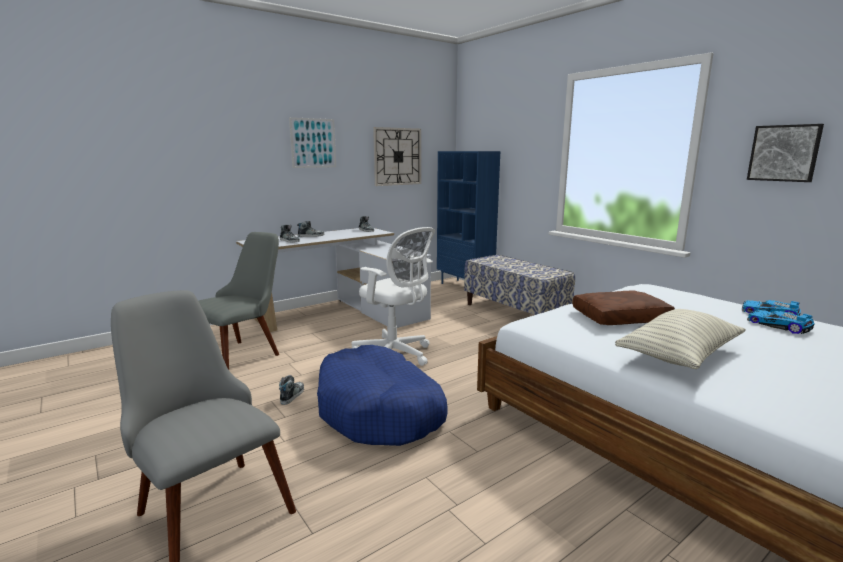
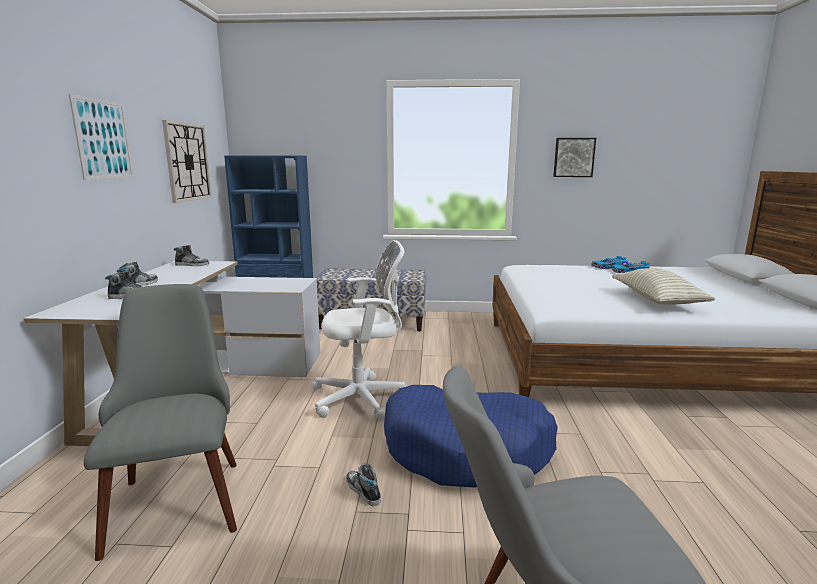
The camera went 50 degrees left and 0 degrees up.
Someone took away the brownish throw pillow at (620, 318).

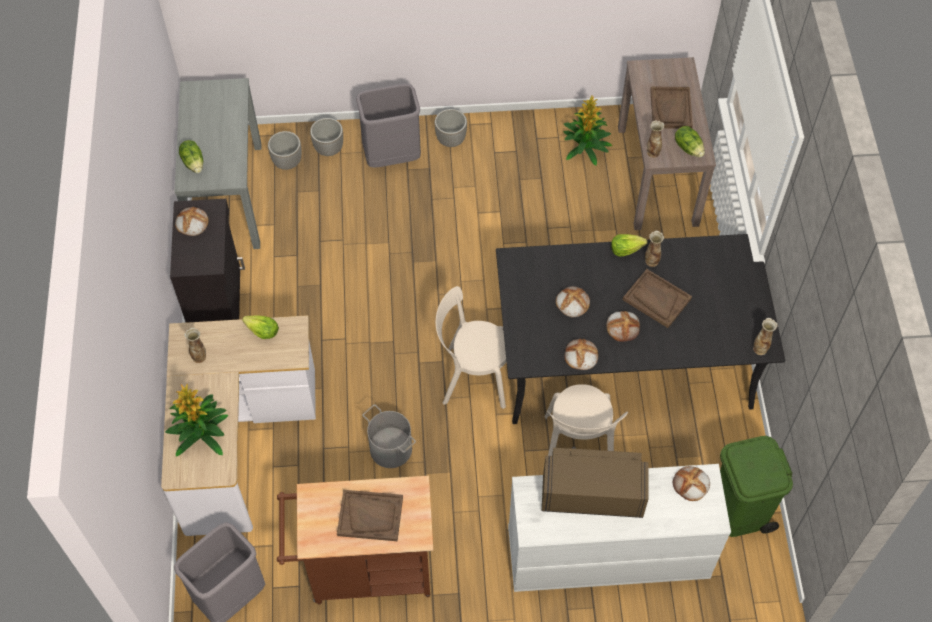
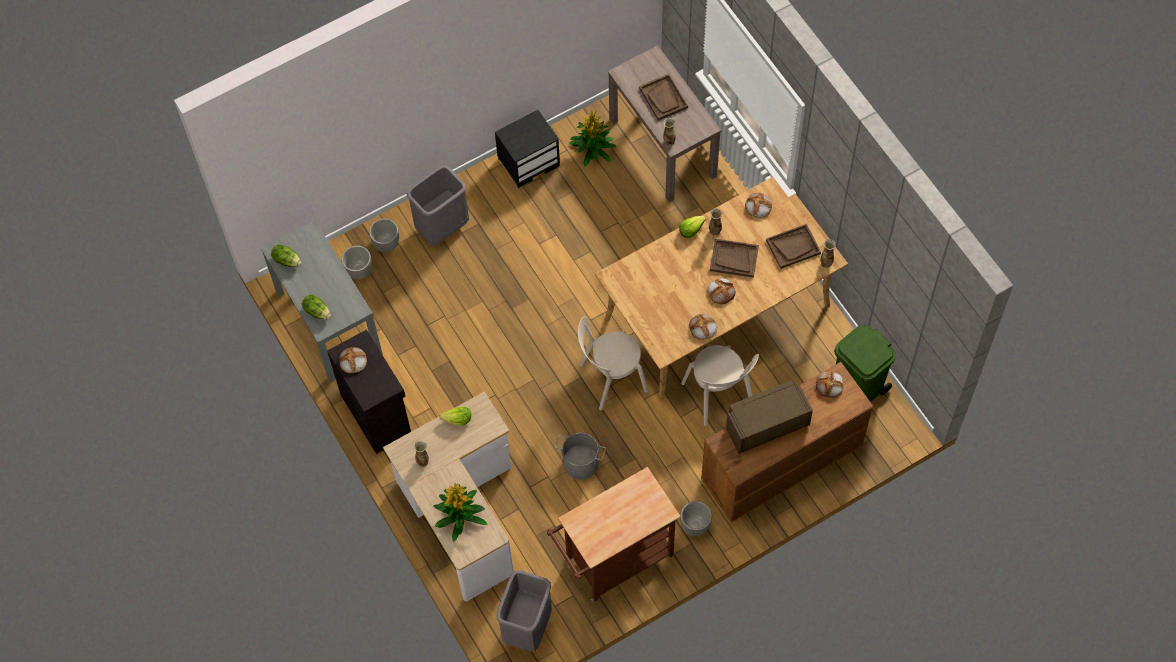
The camera went 25 degrees left and 5 degrees up.
Someone put down the black bedside table at (529, 161).
Someone carried the brownish serving tray from (370, 516) to (793, 247).
Someone carried the planter from (451, 140) to (695, 526).
Someone carried the bakery bread from (572, 303) to (758, 206).
Someone carried the lettuce head from (688, 148) to (287, 260).
Someone repainted the black dinner table at (624, 361), which became the sand-coloured dinner table at (717, 312).
Someone repainted the whitish chest of drawers at (606, 554), which became the brownish chest of drawers at (780, 464).

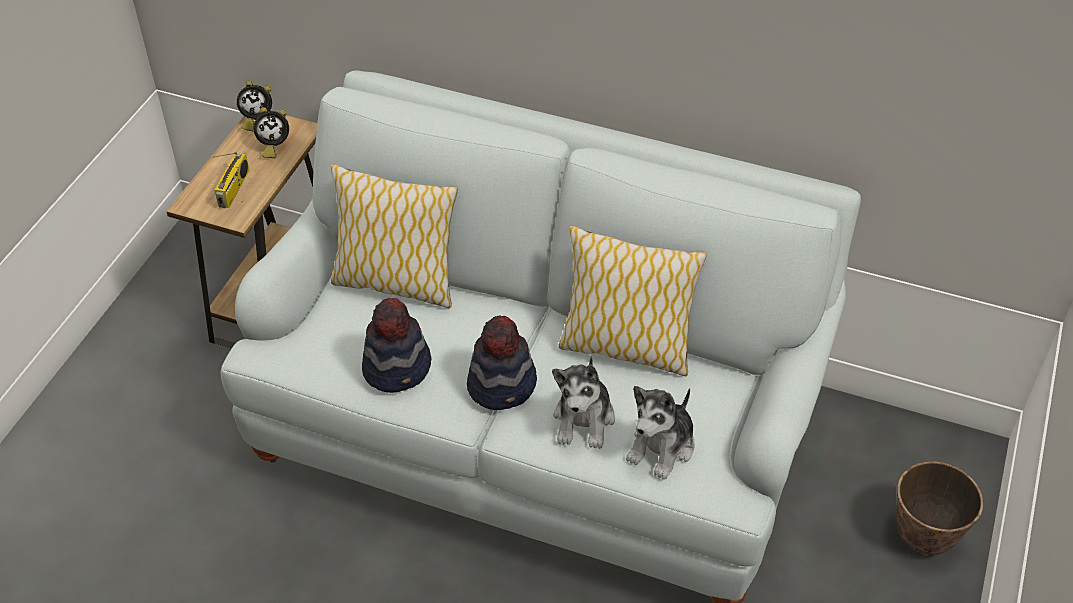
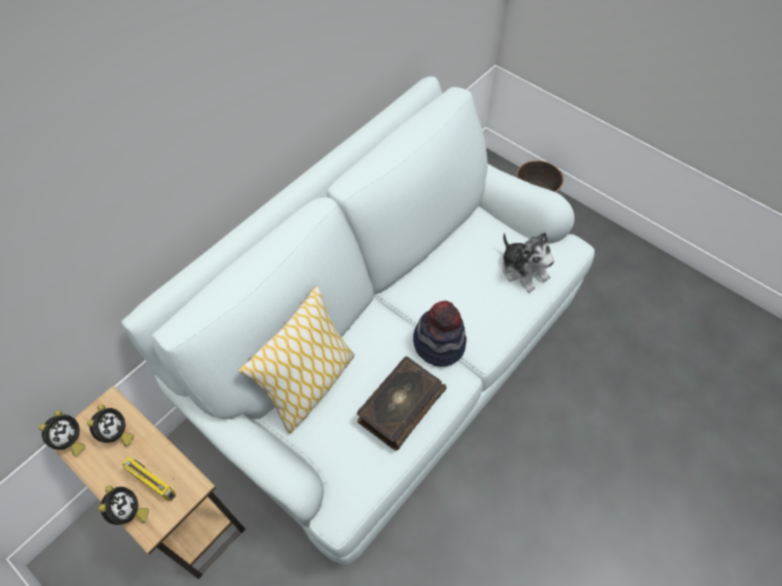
The camera went 70 degrees left and 10 degrees up.
Someone took away the plush toy at (584, 419).
Someone took away the throw pillow at (625, 347).
Someone put down the bedside clock at (128, 513).
Someone swapped the wearable hat at (398, 367) for the bound book at (400, 406).

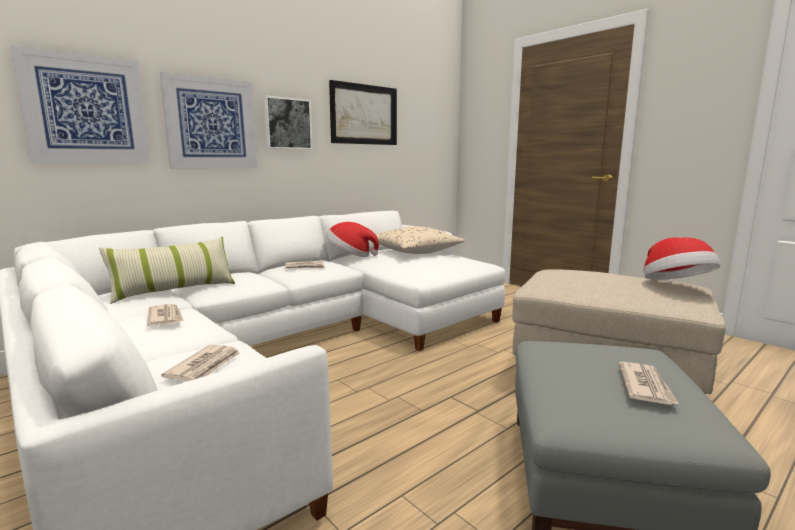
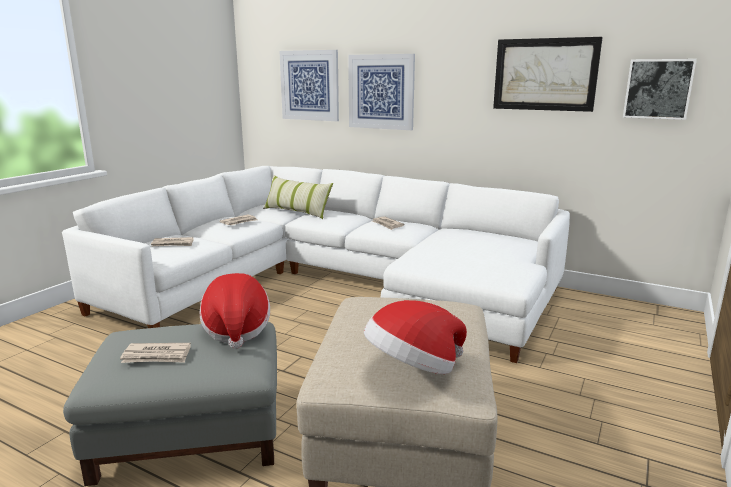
The camera went 70 degrees right and 5 degrees up.
Someone took away the sand-coloured throw pillow at (415, 252).
Someone carried the picture from (287, 124) to (658, 89).
Someone carried the wearable hat from (350, 255) to (236, 329).

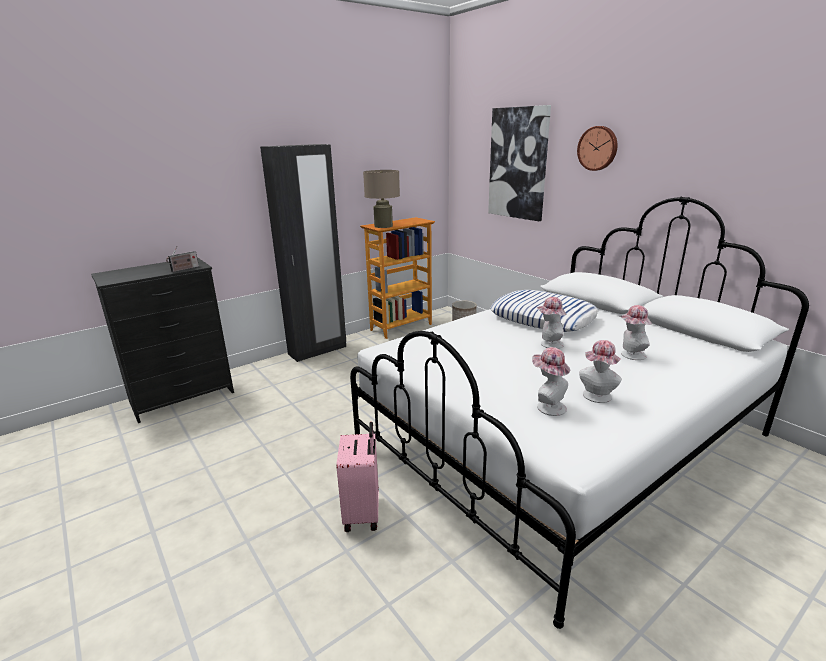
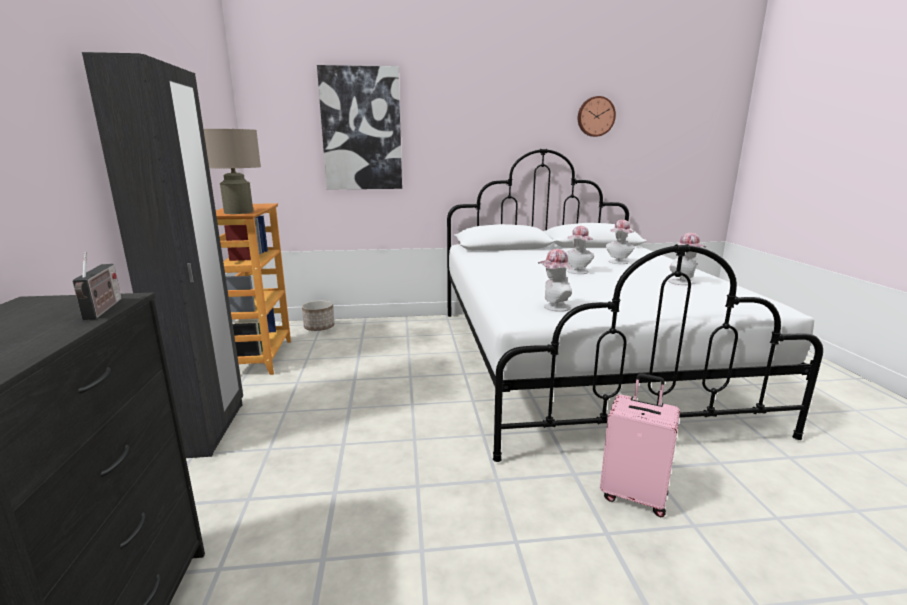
The camera went 60 degrees left and 5 degrees down.
Someone took away the throw pillow at (543, 318).
Someone carried the wearable hat from (547, 406) to (553, 307).
Someone carried the hanging clock from (598, 148) to (595, 116).

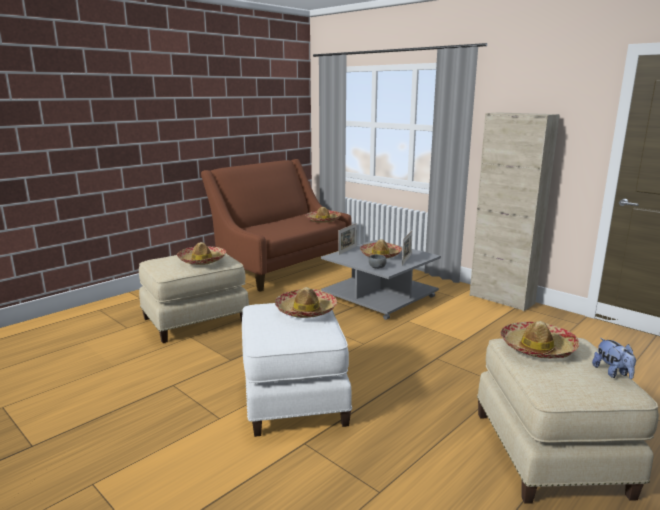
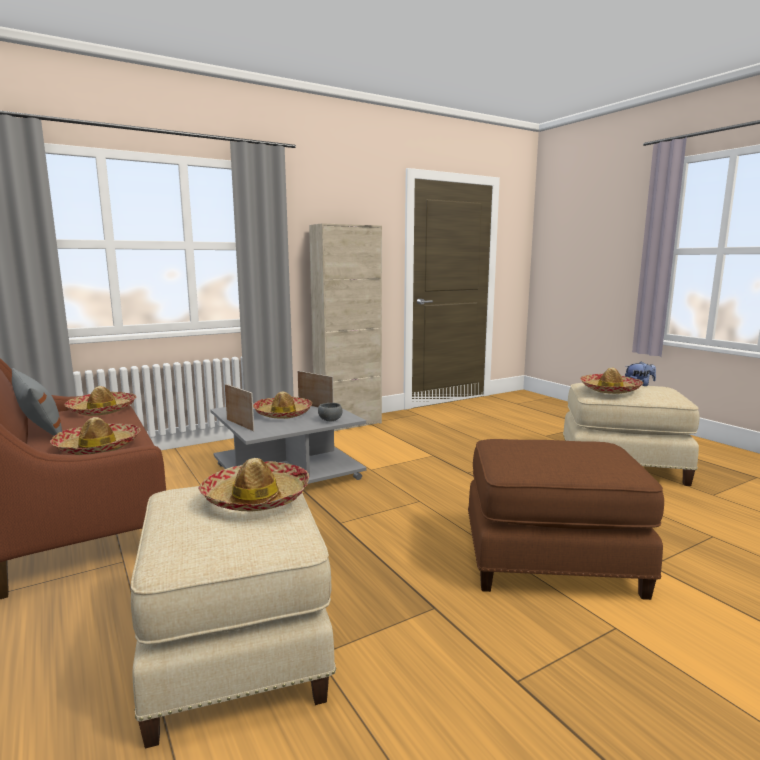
The camera went 75 degrees left and 5 degrees down.
Someone put down the greyish throw pillow at (39, 429).
Someone carried the wearable hat from (306, 310) to (98, 447).
Someone repainted the whitish footrest at (292, 397), which became the brownish footrest at (551, 562).

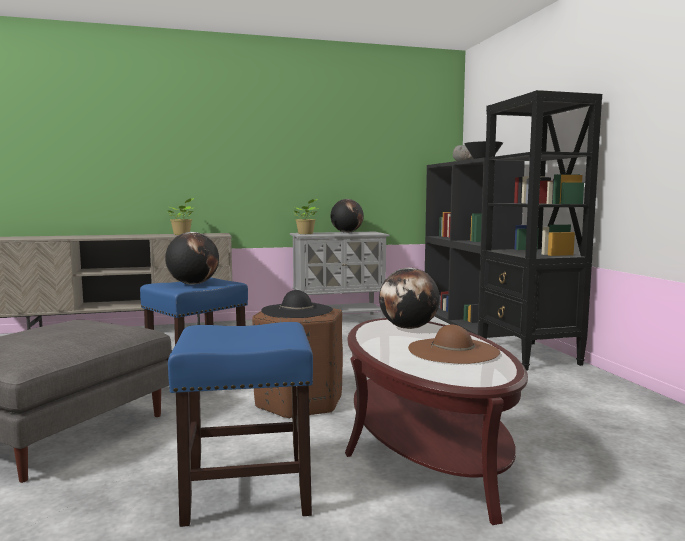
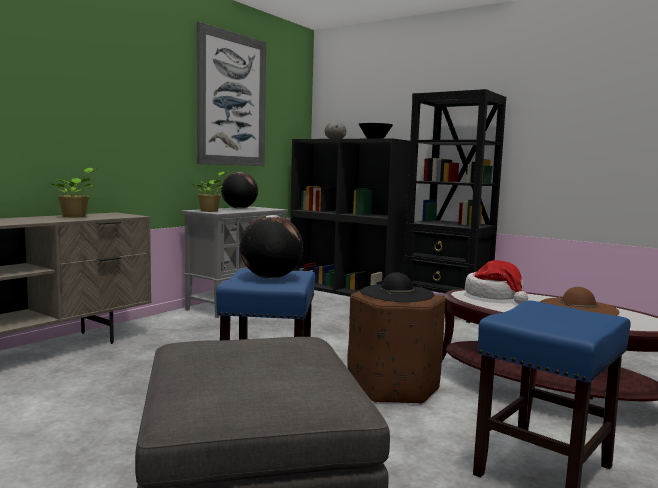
The camera went 40 degrees left and 0 degrees up.
Someone put up the picture at (232, 100).
Someone swapped the globe at (409, 328) for the wearable hat at (495, 296).

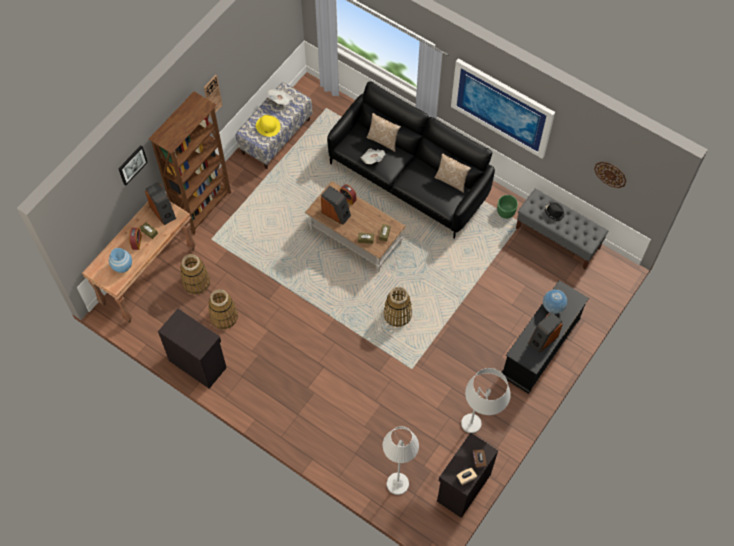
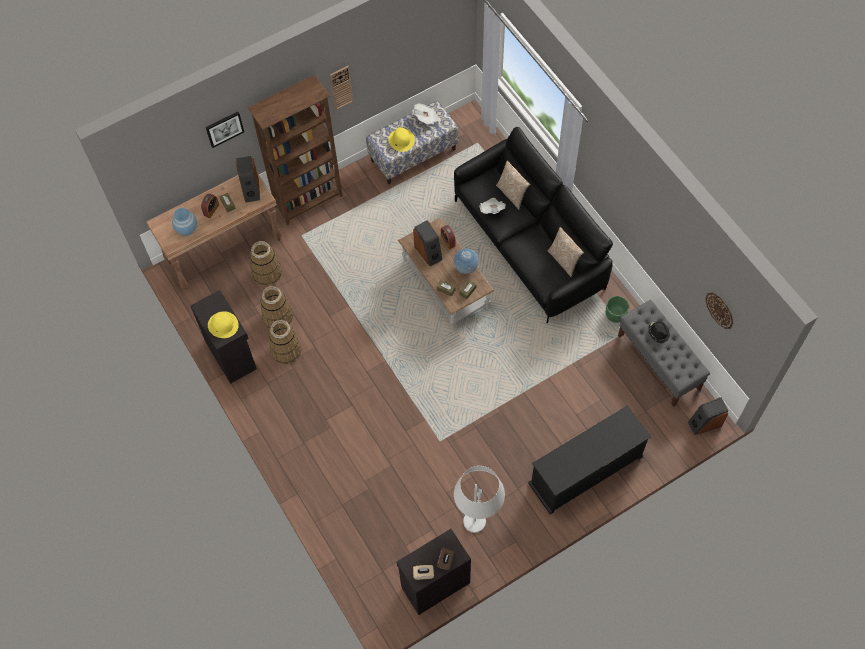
The camera went 25 degrees right and 0 degrees up.
Someone took away the whitish floor lamp at (397, 484).
Someone took away the picture at (502, 107).
Someone put down the yellow-coloured wearable hat at (223, 325).
Someone carried the storage basket from (397, 314) to (286, 350).
Someone carried the speaker from (542, 339) to (704, 423).
Someone carried the globe from (553, 307) to (465, 268).

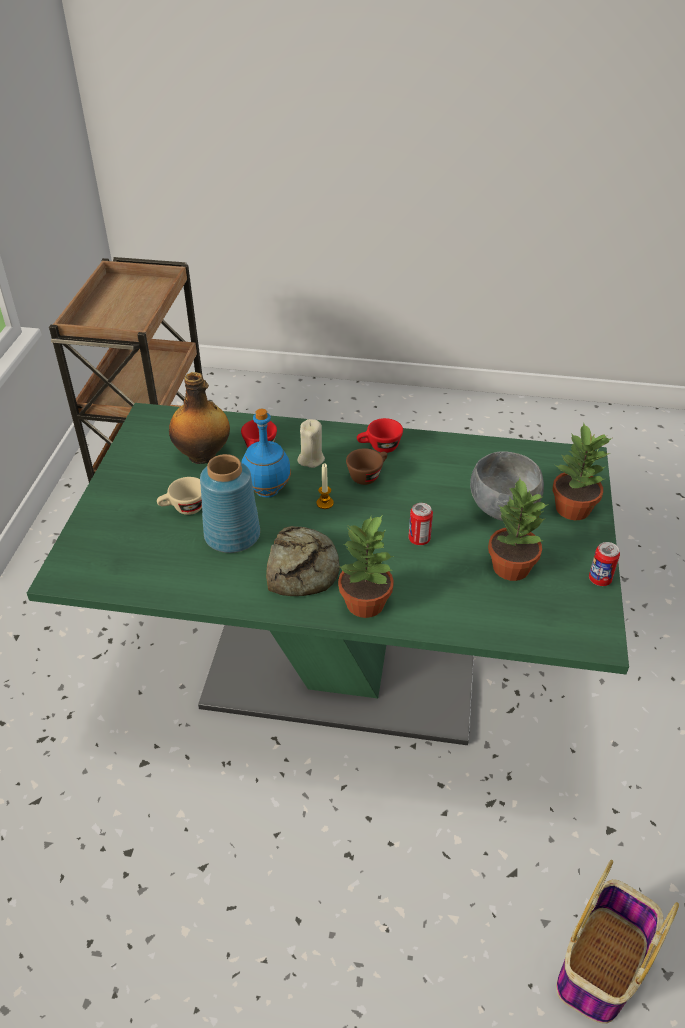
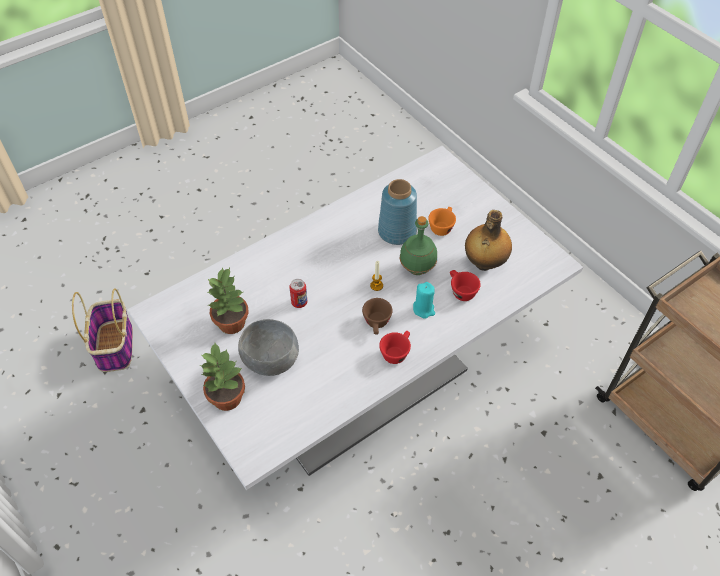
The camera went 135 degrees right and 10 degrees up.
Someone took away the bakery bread at (303, 567).
Someone took away the houseplant at (366, 603).
Someone took away the metal can at (599, 579).
Someone repainted the greenish dinner table at (342, 668), which became the whitish dinner table at (360, 383).
Someone repainted the sand-coloured drinking cup at (184, 509), which became the orange drinking cup at (442, 226).
Someone repainted the blue drink bottle at (267, 490), which became the greenish drink bottle at (417, 269).
Someone repainted the sand-coloured wax candle at (311, 459), which became the turquoise-coloured wax candle at (424, 309).

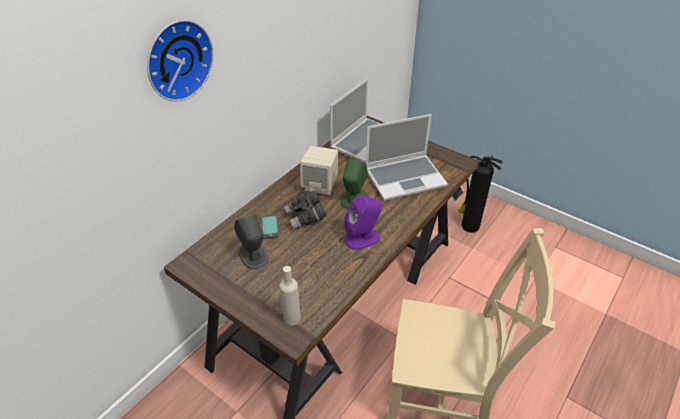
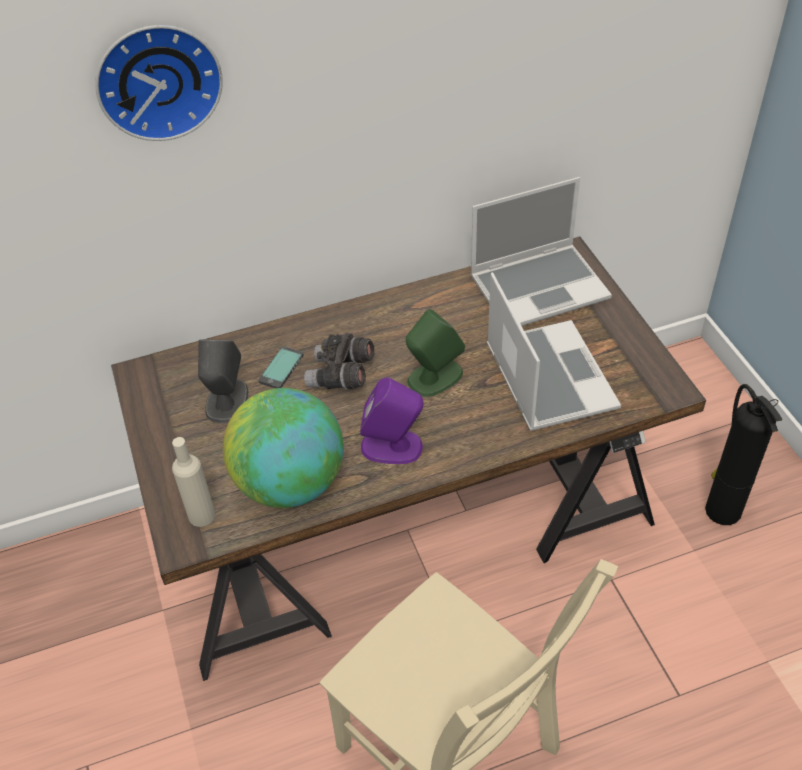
The camera went 35 degrees right and 5 degrees up.
Someone took away the sand-coloured speaker at (320, 185).
Someone put down the globe at (290, 483).
Someone rotated the notebook computer at (405, 178) by 120 degrees counterclockwise.

